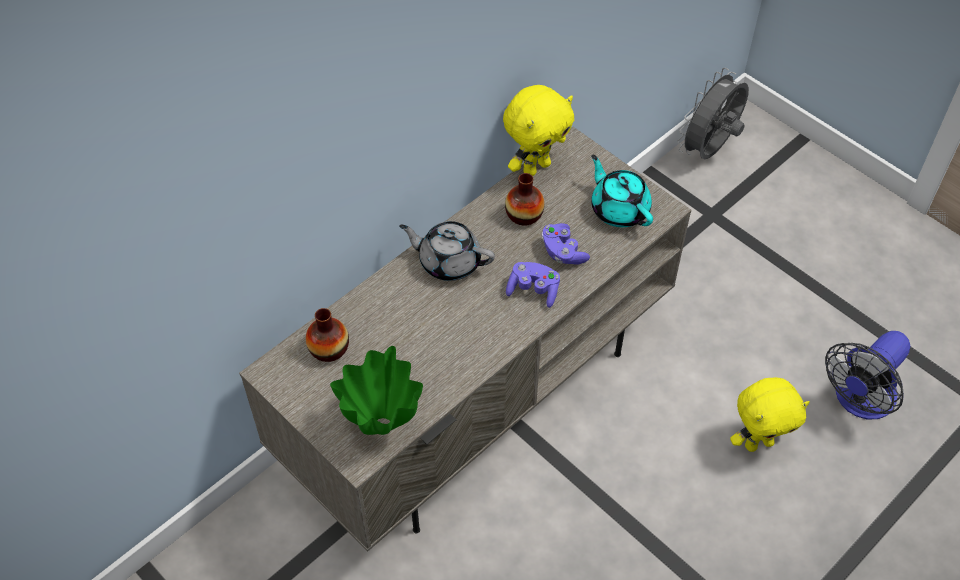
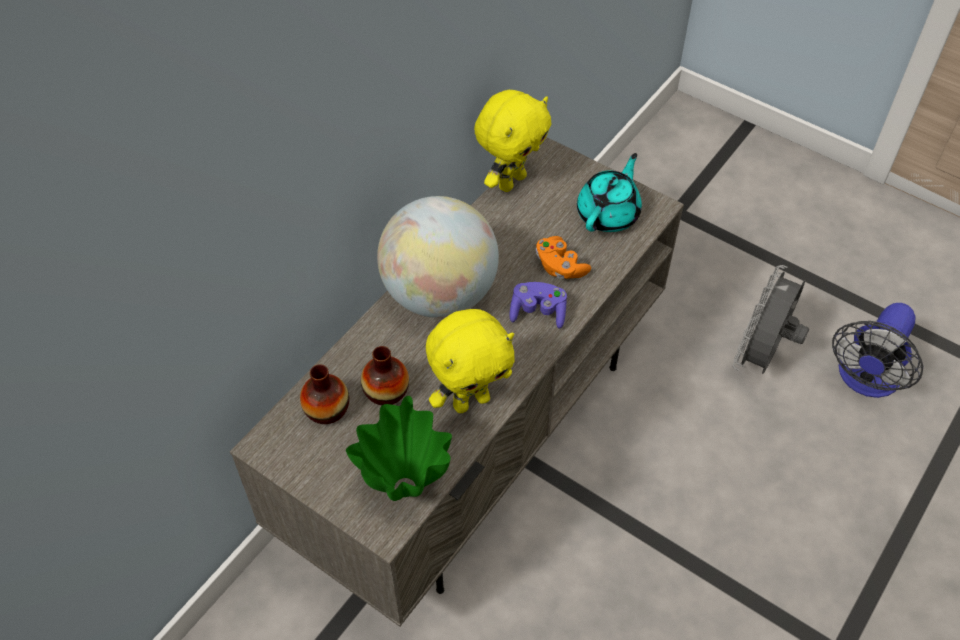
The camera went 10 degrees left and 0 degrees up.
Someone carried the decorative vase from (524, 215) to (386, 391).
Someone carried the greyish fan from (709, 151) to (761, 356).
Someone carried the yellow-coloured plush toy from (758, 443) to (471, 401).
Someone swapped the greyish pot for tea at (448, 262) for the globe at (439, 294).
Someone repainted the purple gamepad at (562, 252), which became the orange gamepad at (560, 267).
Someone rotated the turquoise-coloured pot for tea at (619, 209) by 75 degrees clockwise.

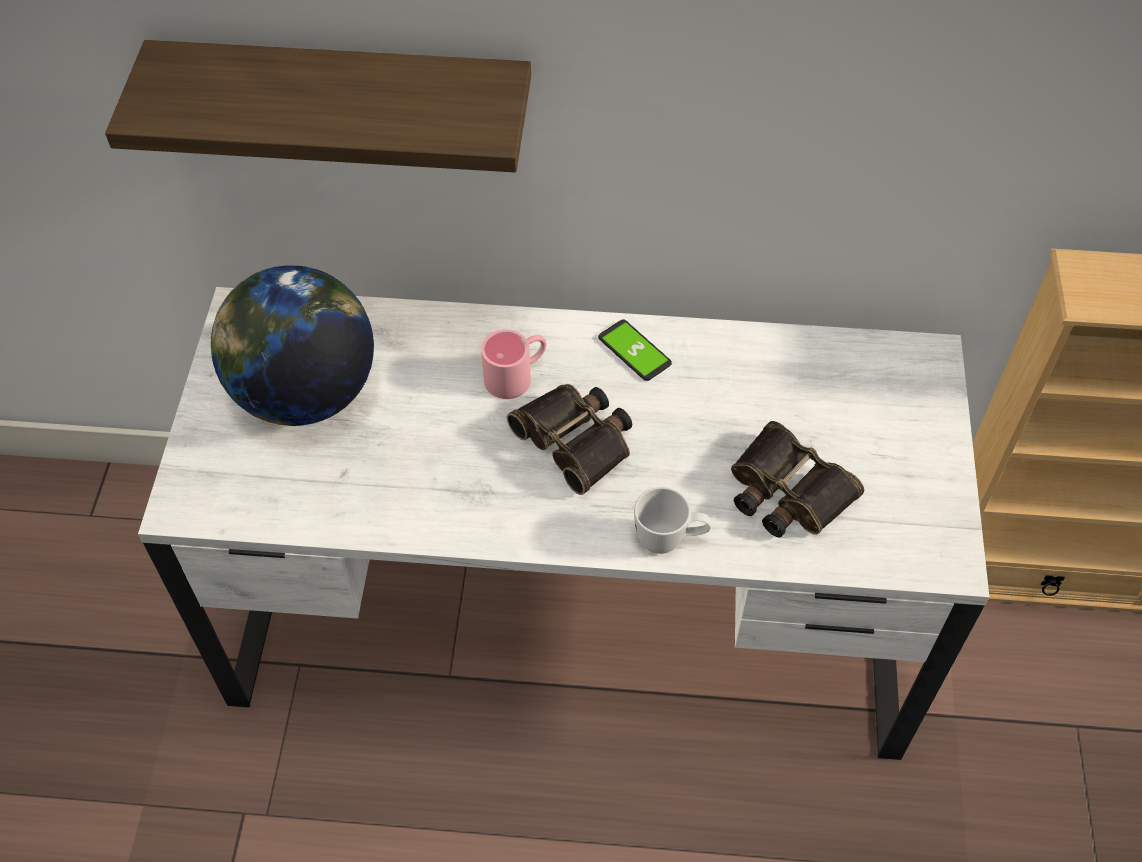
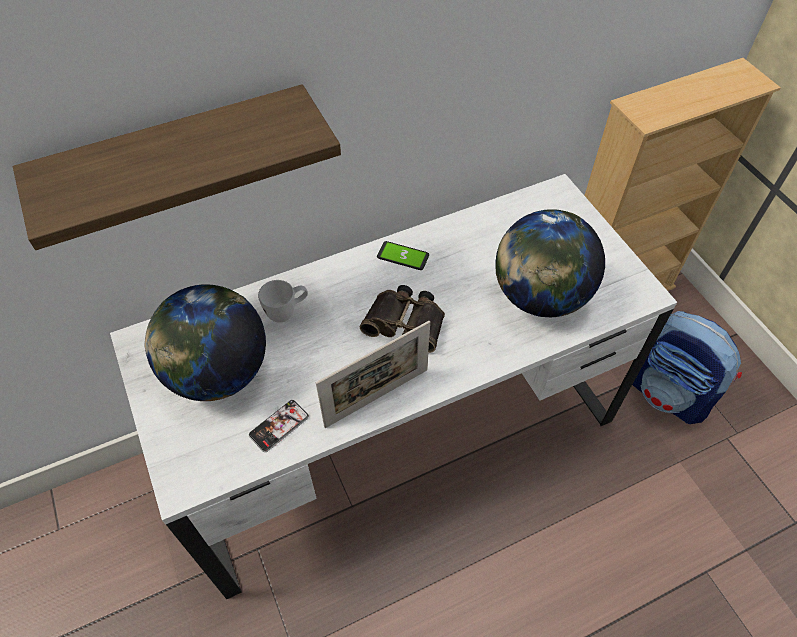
The camera went 30 degrees left and 0 degrees up.
Someone took away the pinkish mug at (517, 375).
Someone put down the handset at (279, 426).
Someone put down the photo frame at (377, 397).
Someone put down the knapsack at (668, 393).
Someone carried the whitish mug from (670, 540) to (287, 312).
Someone swapped the field glasses at (786, 492) for the globe at (539, 296).

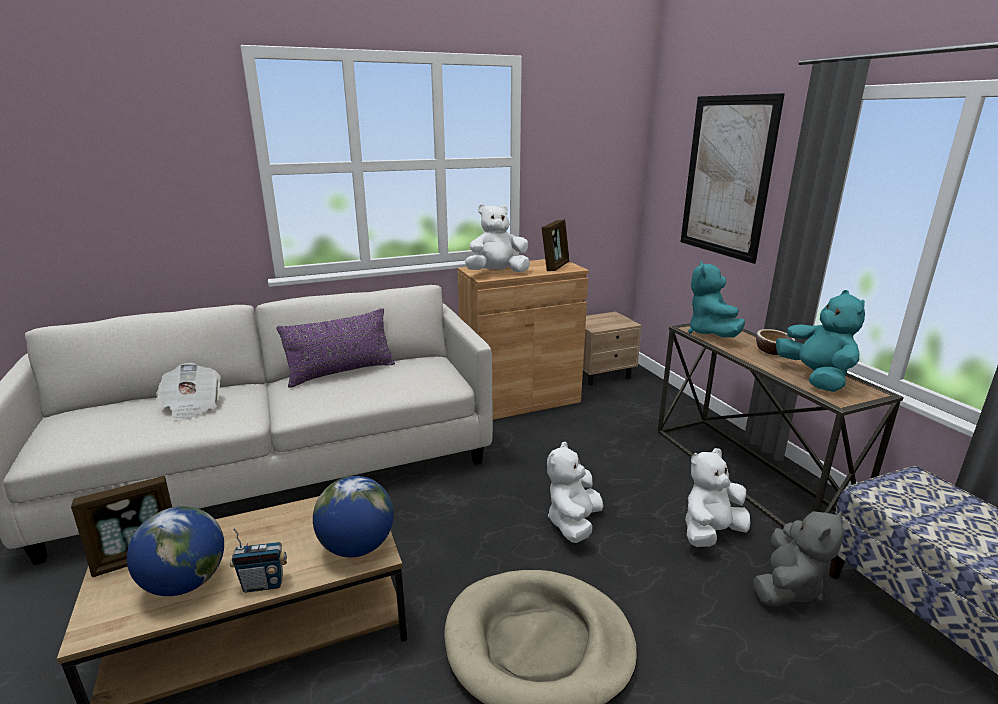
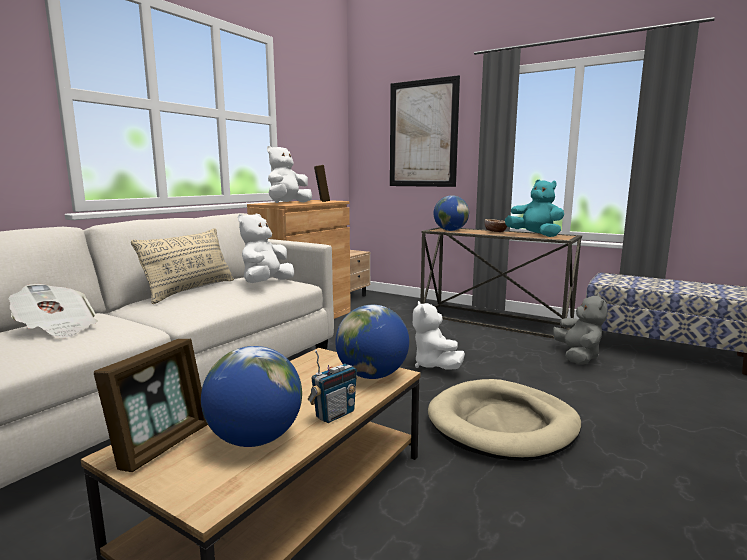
The camera went 35 degrees left and 10 degrees down.
Someone carried the whitish plush toy from (710, 532) to (266, 284).
Someone swapped the turquoise-coloured plush toy at (711, 333) for the globe at (450, 230).
Someone repainted the purple throw pillow at (341, 373), which became the sand-coloured throw pillow at (191, 290).

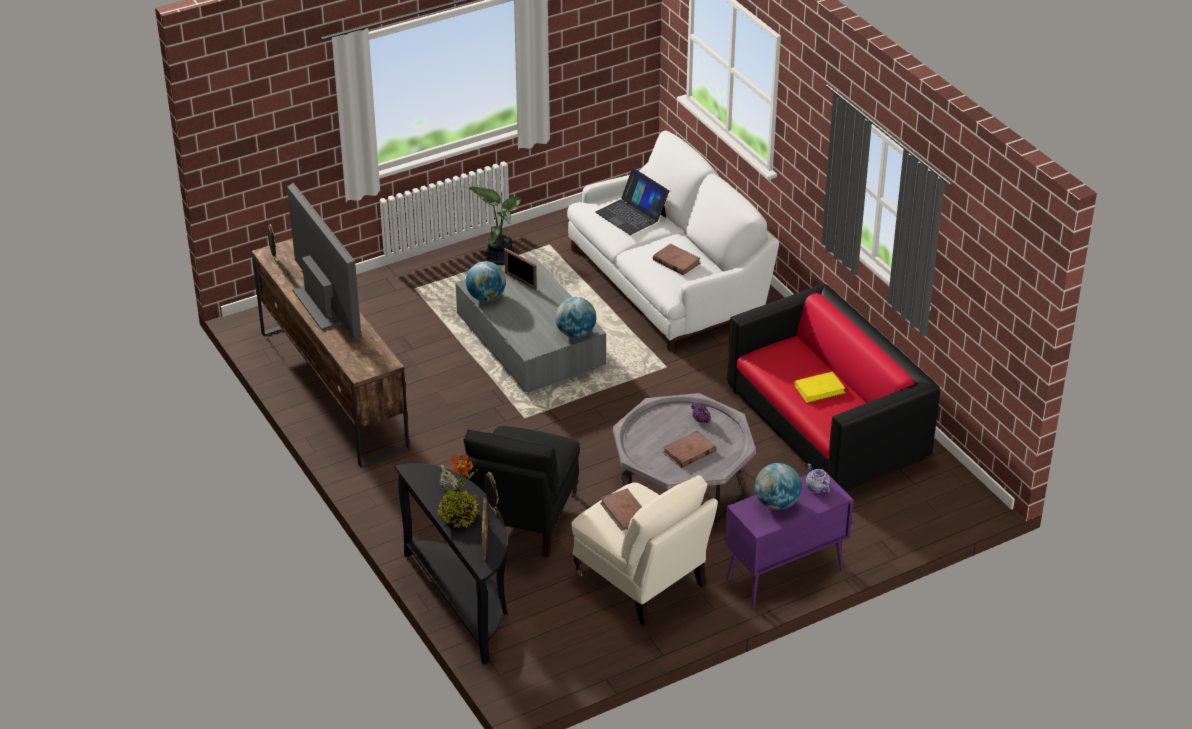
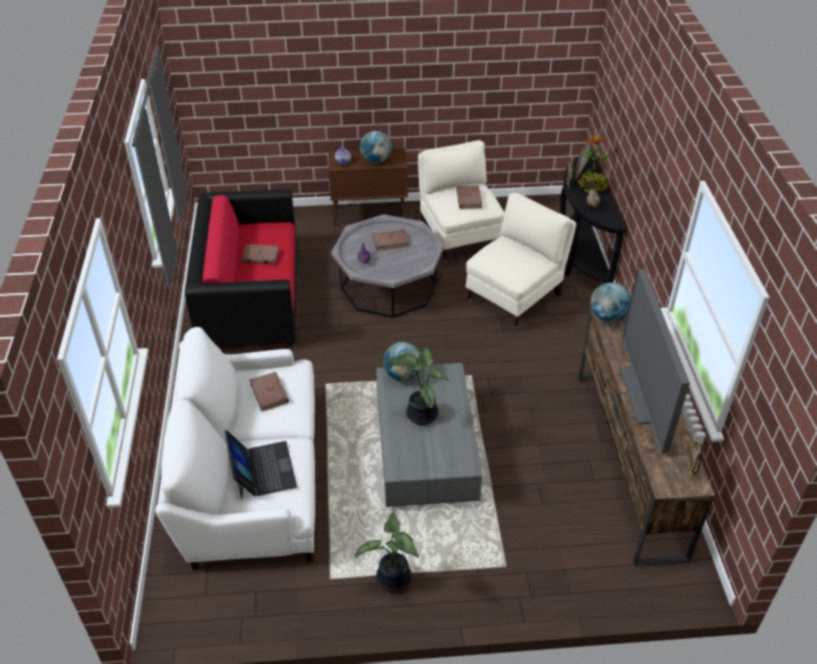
The camera went 155 degrees left and 5 degrees up.
Someone took away the photo frame at (520, 281).
Someone put down the houseplant at (420, 414).
Someone carried the globe from (486, 297) to (607, 317).
Someone repainted the black armchair at (521, 519), which became the sand-coloured armchair at (515, 297).
Someone repainted the purple cupboard at (783, 576), which became the brownish cupboard at (370, 215).
Someone repainted the yellow-coloured bound book at (819, 389), which became the brownish bound book at (260, 256).

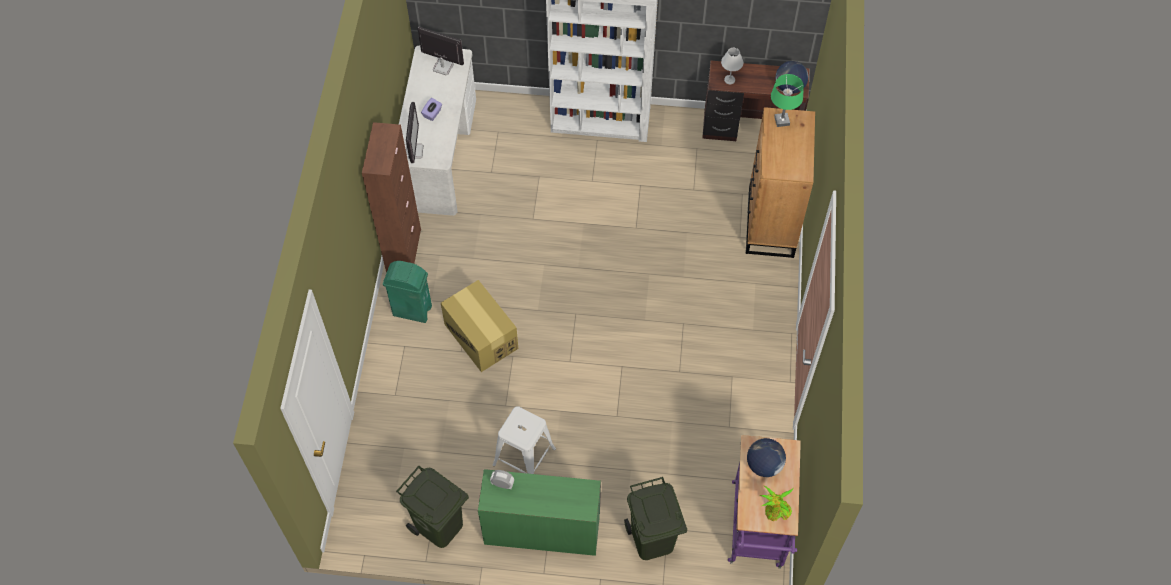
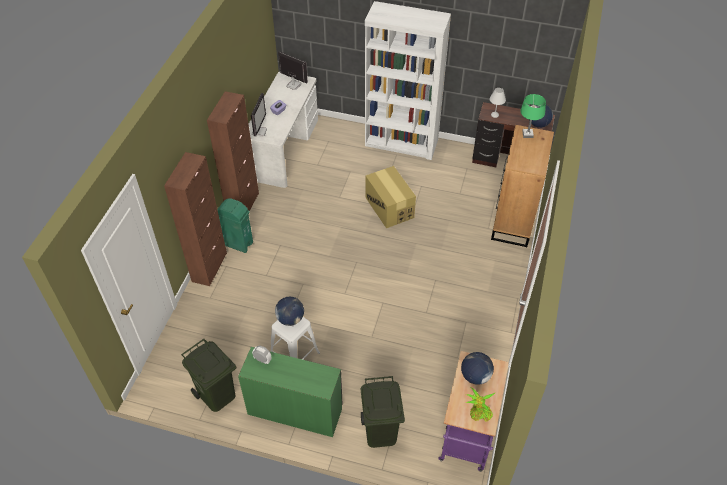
The camera went 10 degrees right and 10 degrees down.
Someone put down the brownish cupboard at (209, 267).
Someone put down the globe at (290, 319).
Someone carried the carton from (481, 336) to (389, 207).

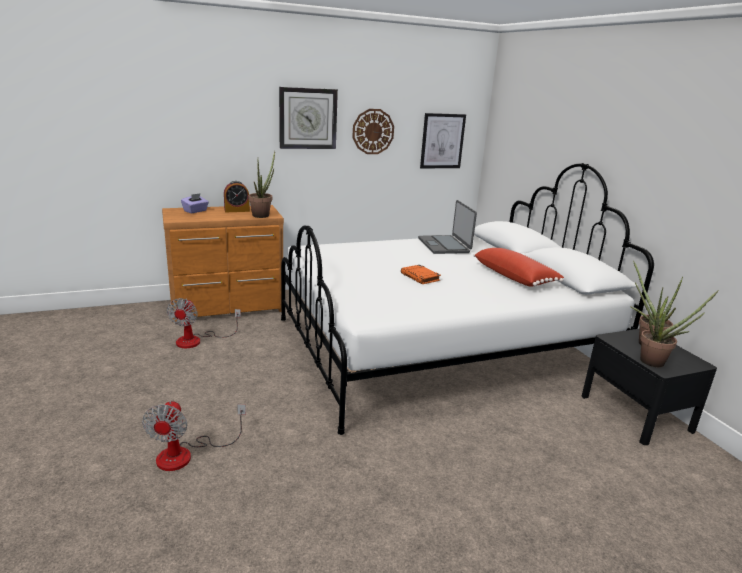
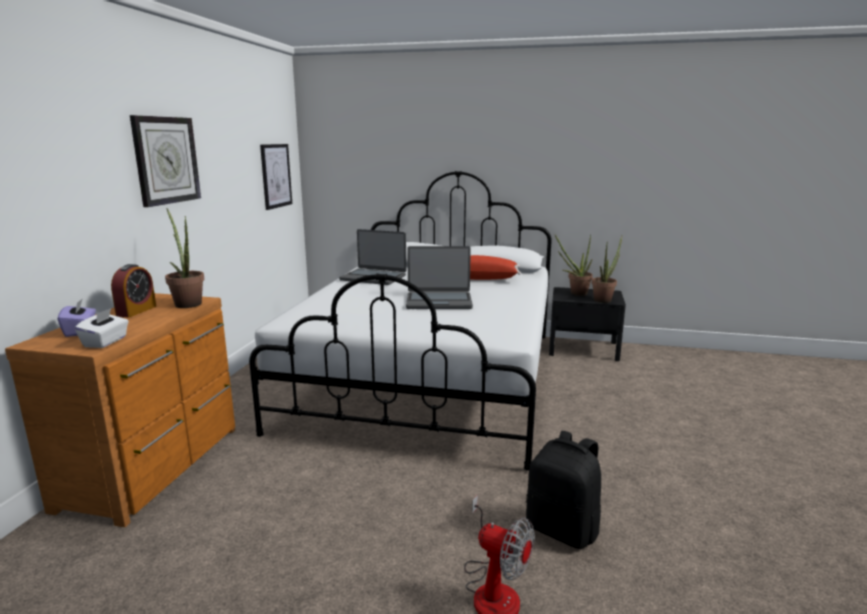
The camera went 55 degrees left and 5 degrees down.
Someone took away the fan at (197, 340).
Someone took away the hanging clock at (373, 131).
Someone put down the whitish box of tissues at (106, 342).
Someone put down the black knapsack at (563, 529).
Someone swapped the orange bound book at (420, 277) for the notebook computer at (439, 302).

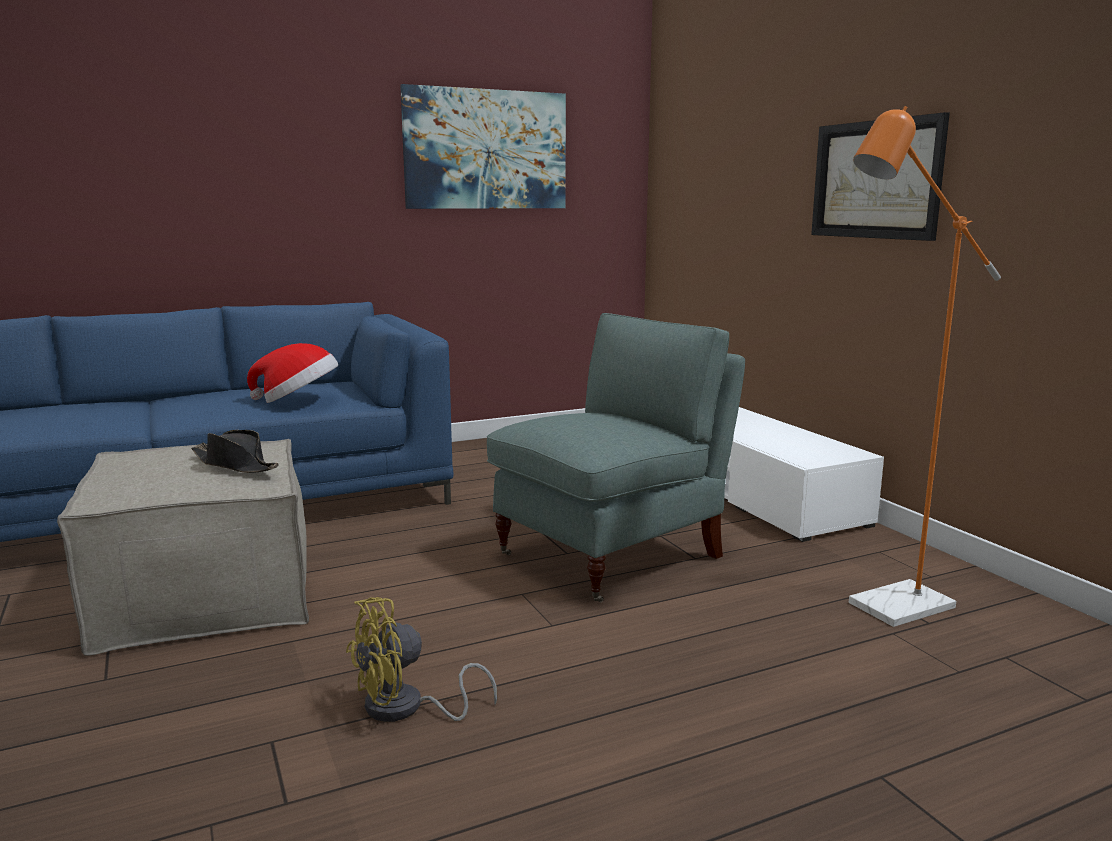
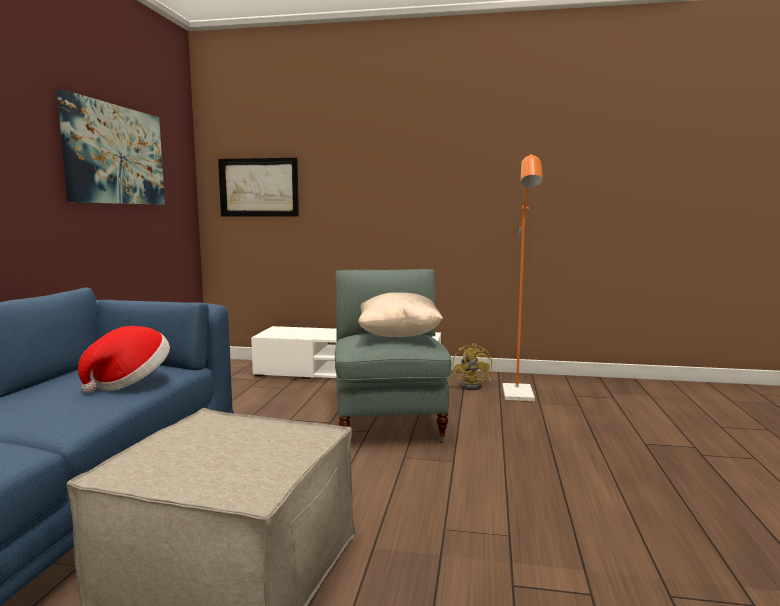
The camera went 55 degrees left and 5 degrees down.
Someone took away the black wearable hat at (235, 465).
Someone put down the sand-coloured throw pillow at (399, 336).
Someone carried the yellow-coloured fan from (406, 709) to (474, 386).
Someone carried the picture from (876, 179) to (259, 187).

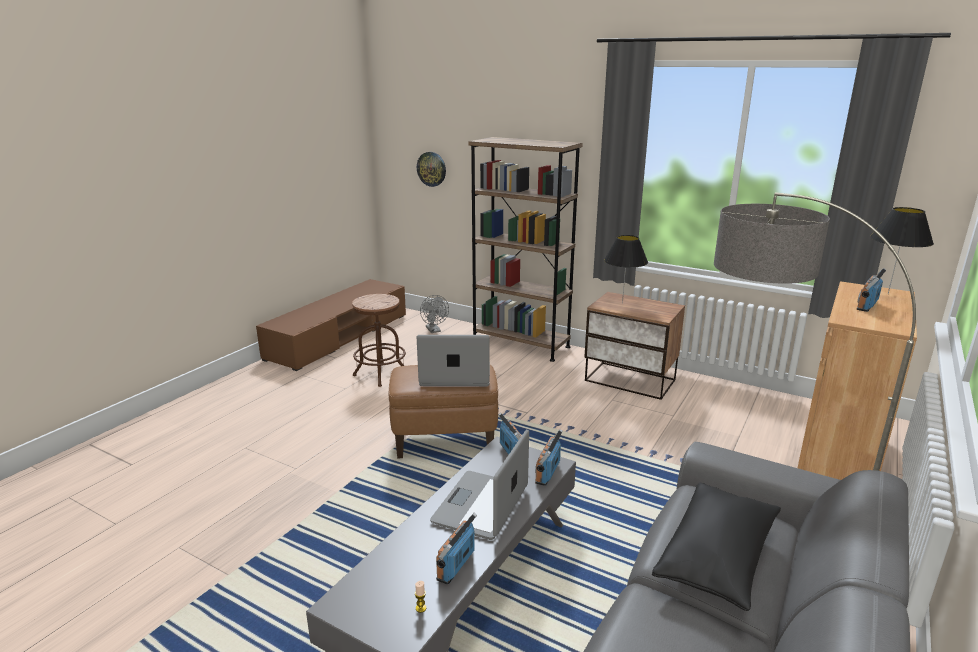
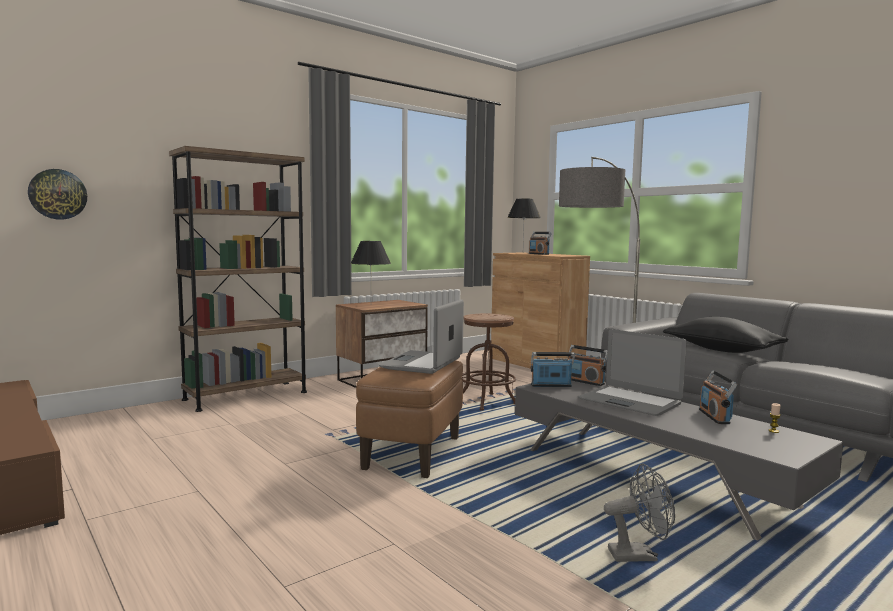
The camera went 70 degrees left and 15 degrees down.
Someone carried the brownish sitting stool from (381, 374) to (486, 402).
Someone carried the greyish fan from (434, 330) to (639, 555).
Someone rotated the radio receiver at (456, 565) by 45 degrees clockwise.

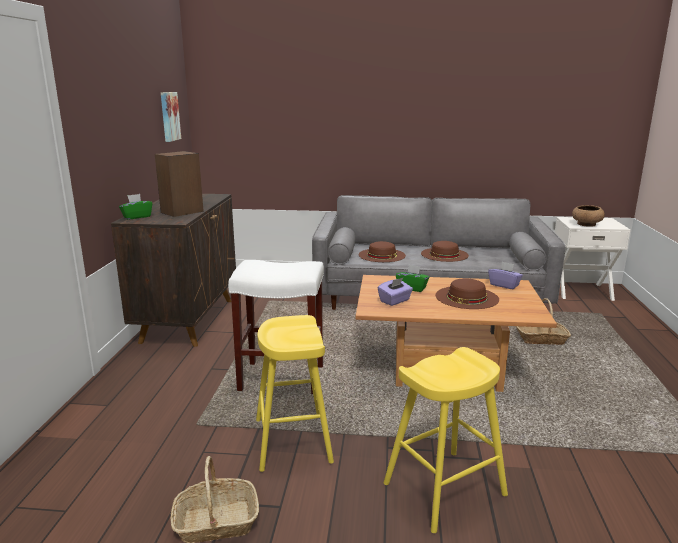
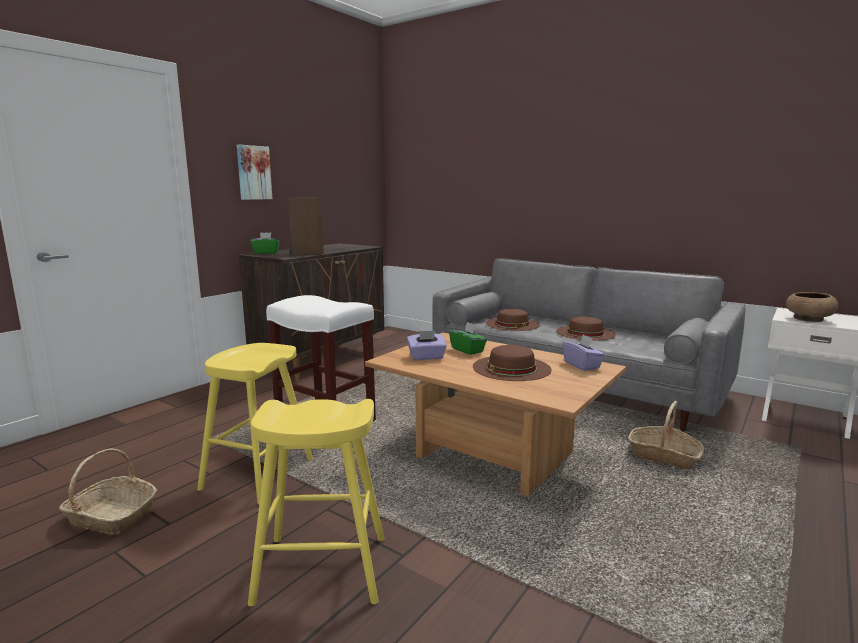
The camera went 30 degrees right and 5 degrees down.
Someone carried the picture from (169, 116) to (253, 172).

